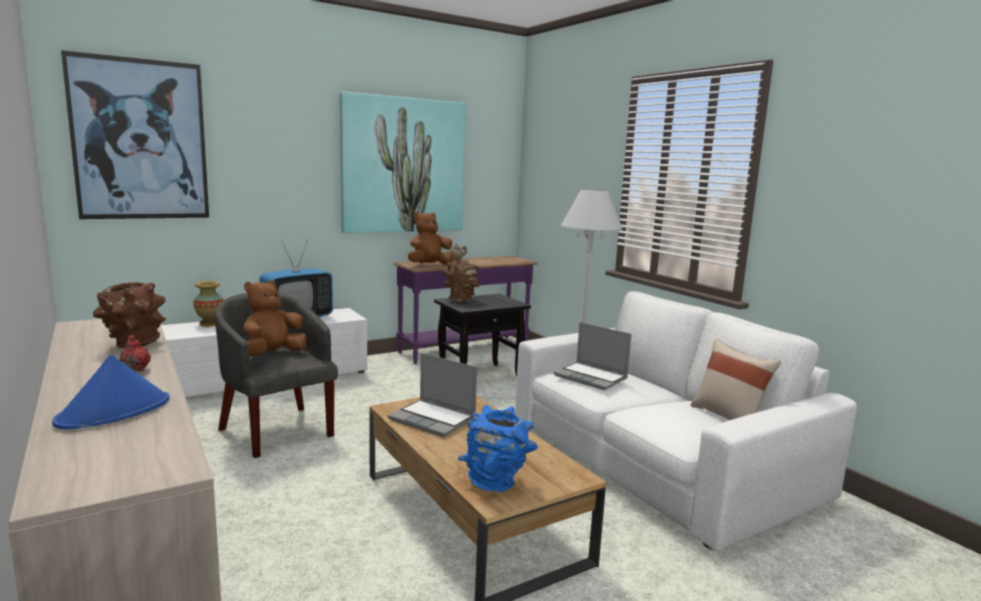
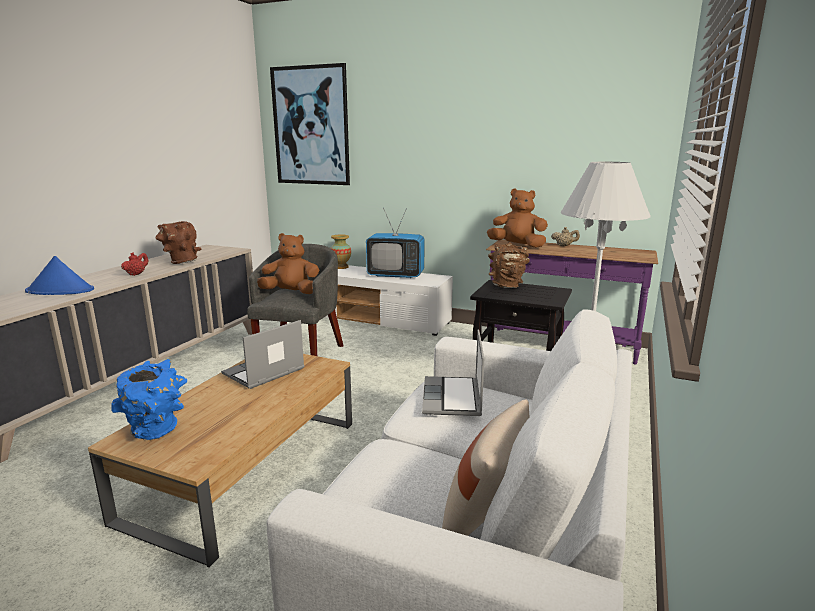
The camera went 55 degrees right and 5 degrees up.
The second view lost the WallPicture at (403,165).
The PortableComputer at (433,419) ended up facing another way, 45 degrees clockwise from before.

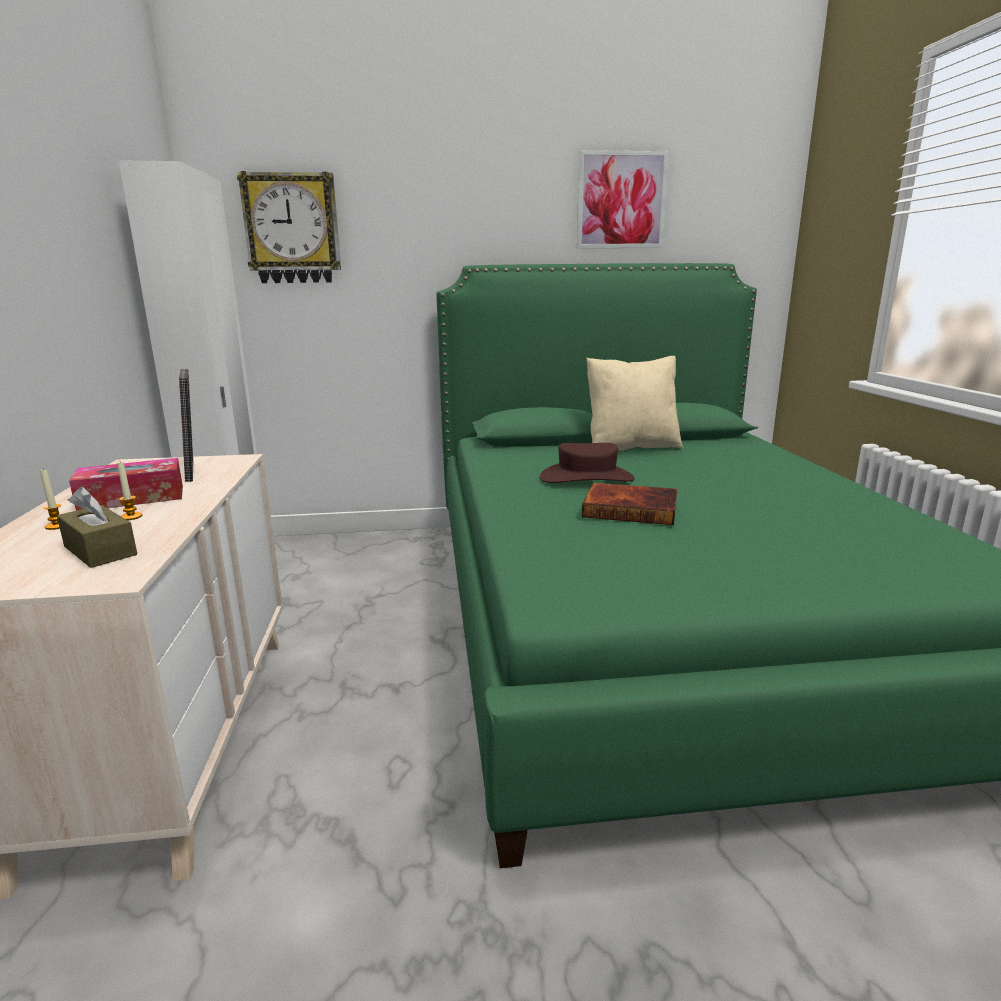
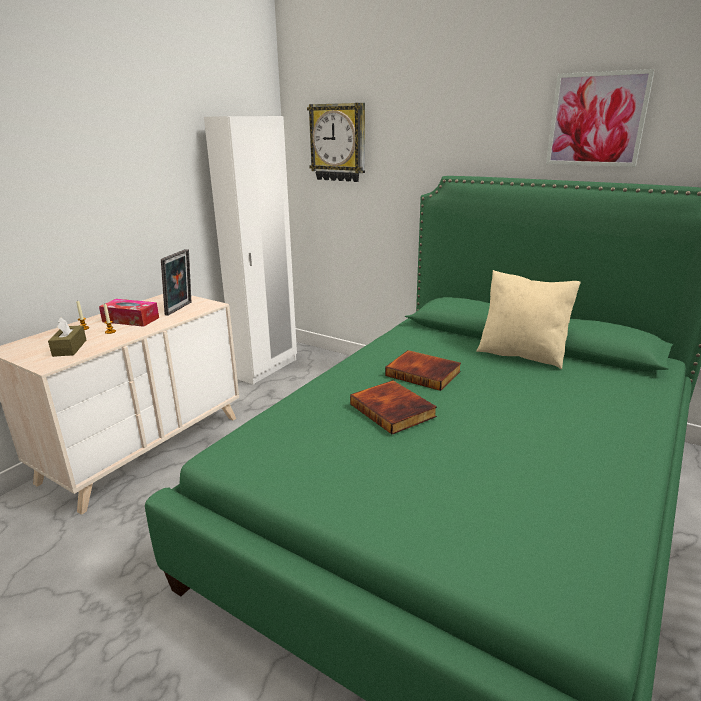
The camera went 40 degrees right and 5 degrees up.
Where the BrownishHat stood at (587,478), the BoundBook came to stand at (424,373).

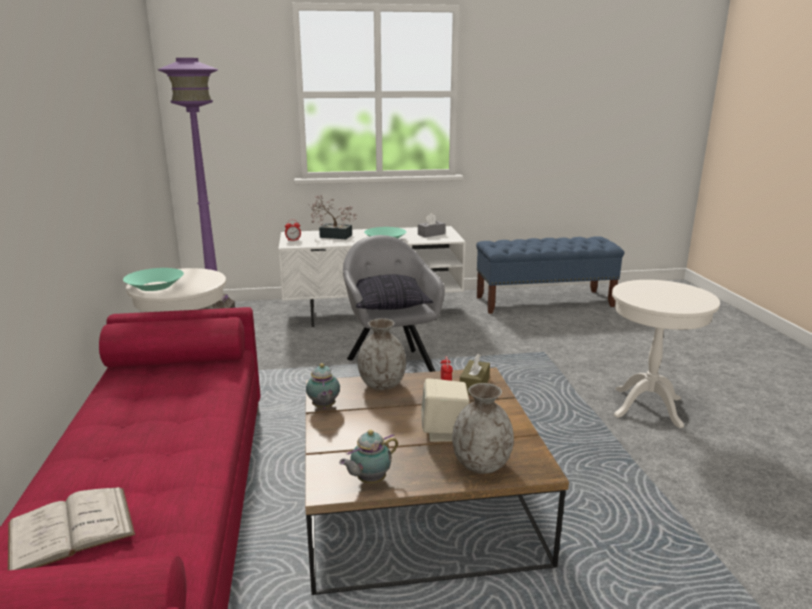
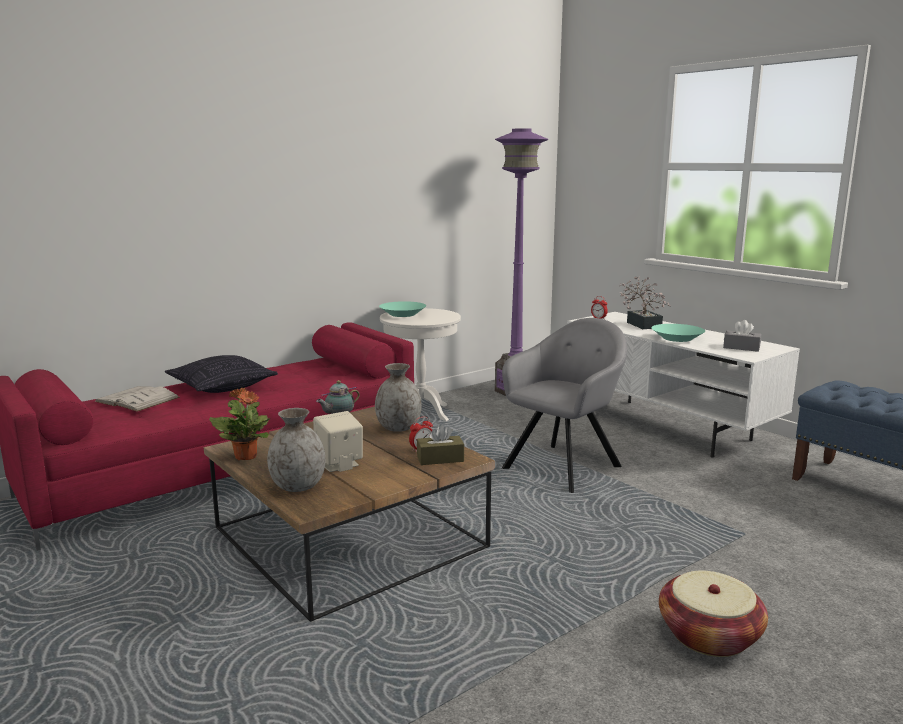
The camera went 60 degrees right and 5 degrees down.
The ThrowPillow ended up elsewhere, having gone from (388,304) to (222,387).
Where the Teapot stood at (369,481), the Houseplant came to stand at (245,456).
Where the WhiteSideTable stood at (647,407), the Basket came to stand at (709,636).

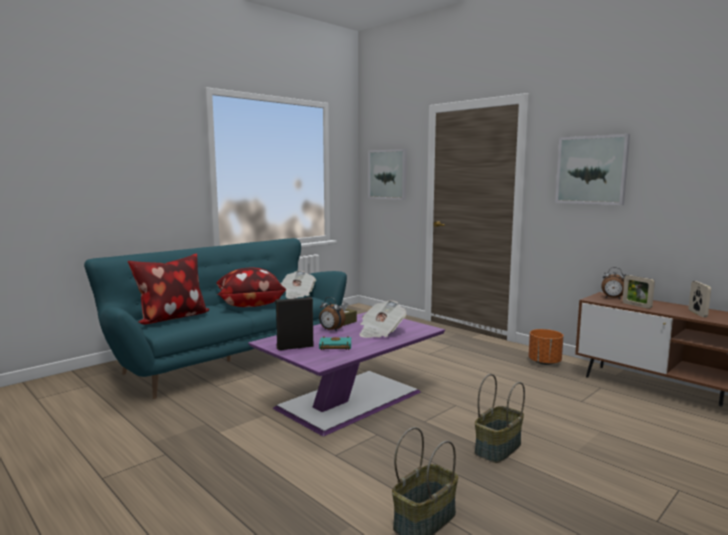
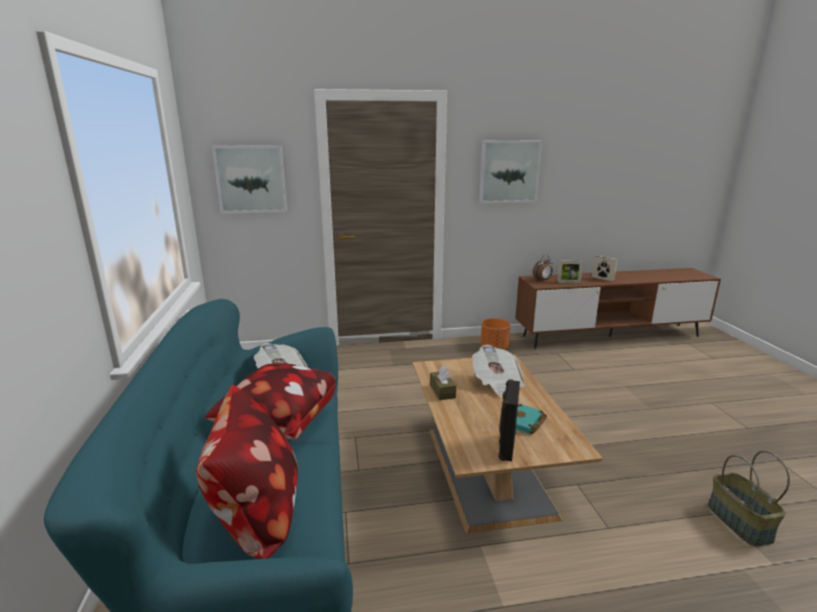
The camera went 55 degrees left and 10 degrees up.
The second view lost the AlarmClock at (331,330).
The second view lost the Basket at (498,449).
What was the PurpleLoungeTable at (351,398) turned into the BrownishLoungeTable at (486,467).

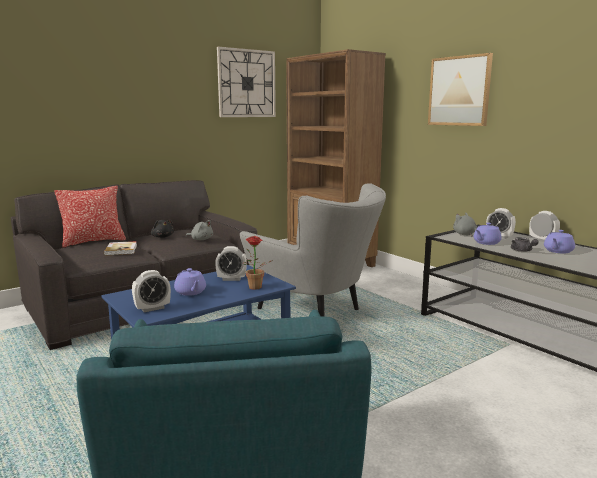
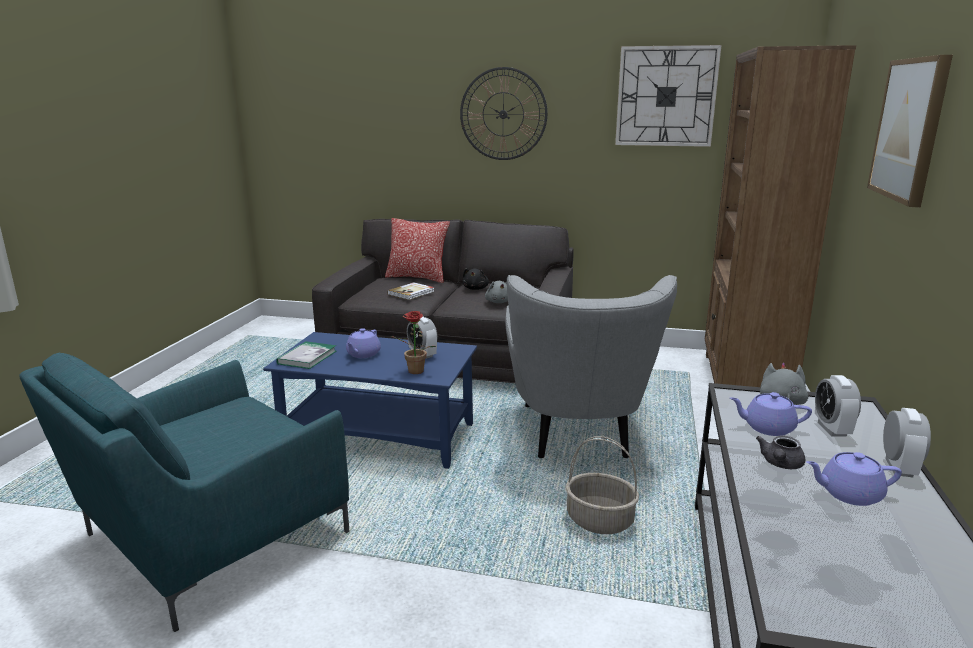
The camera went 50 degrees right and 5 degrees up.
The second view gained the ClockOnTheWall at (503,114).
The second view gained the Basket at (600,520).
Where the AlarmClock stood at (152,308), the BoundBook came to stand at (307,357).

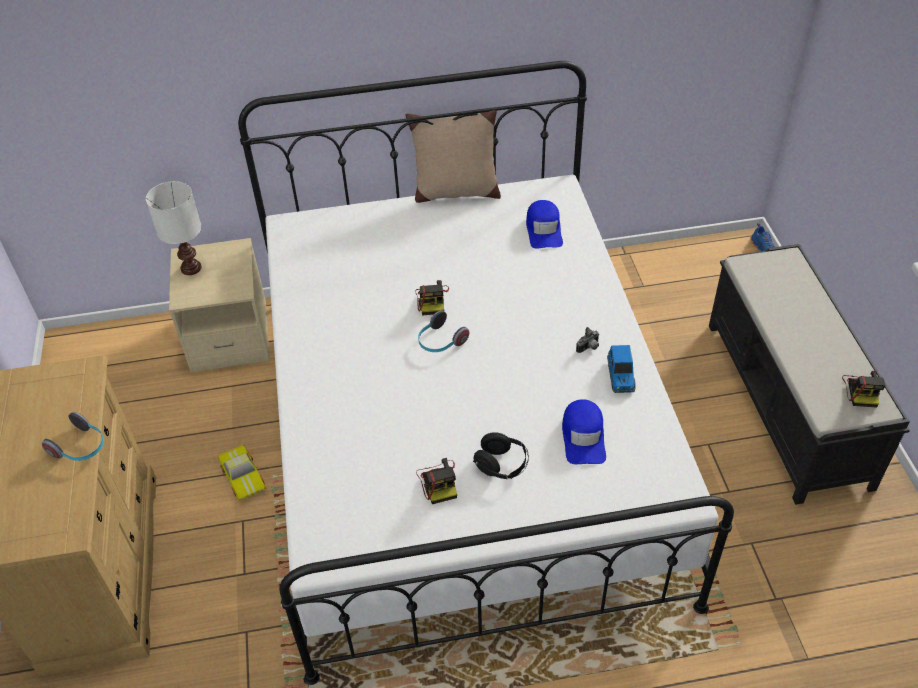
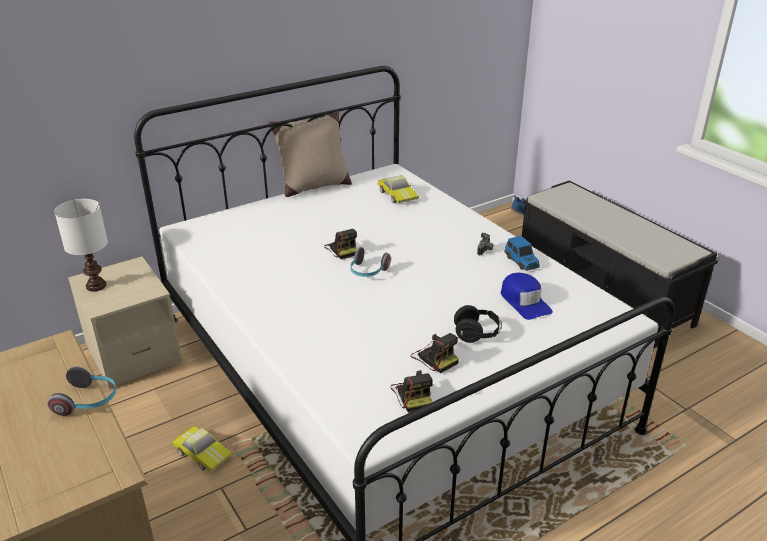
The camera went 25 degrees left and 15 degrees down.
The PhotoCamera ended up elsewhere, having gone from (862,390) to (413,395).
Where the BlueColouredCap stood at (544,229), the ToyCar came to stand at (398,195).

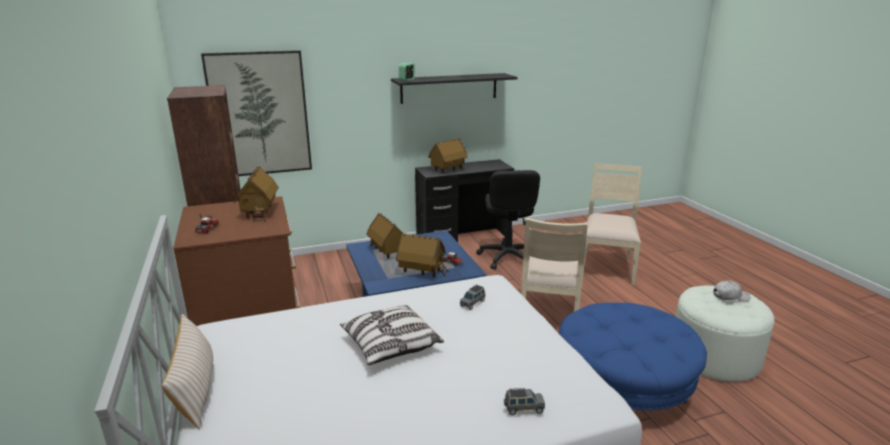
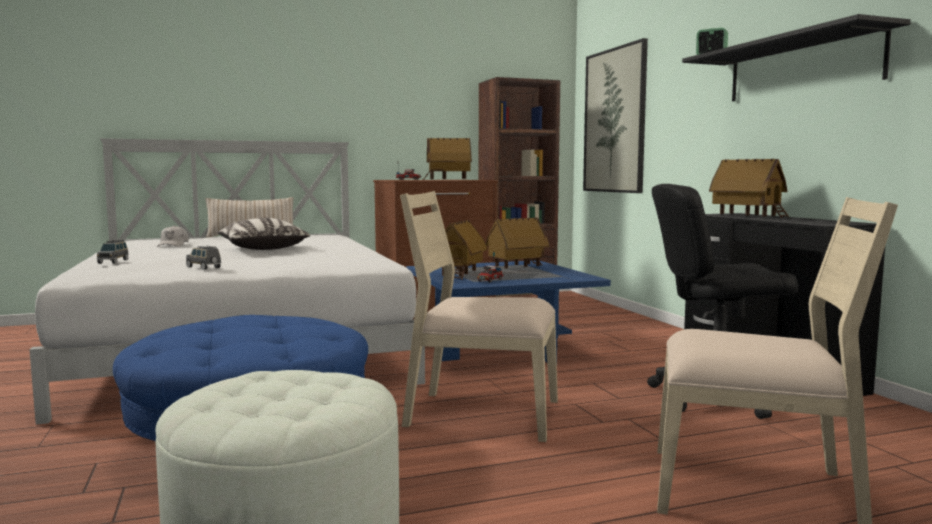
The camera went 90 degrees right and 15 degrees down.
The GreyToyCar ended up elsewhere, having gone from (472,303) to (204,267).
The WhiteCap ended up elsewhere, having gone from (730,296) to (173,245).

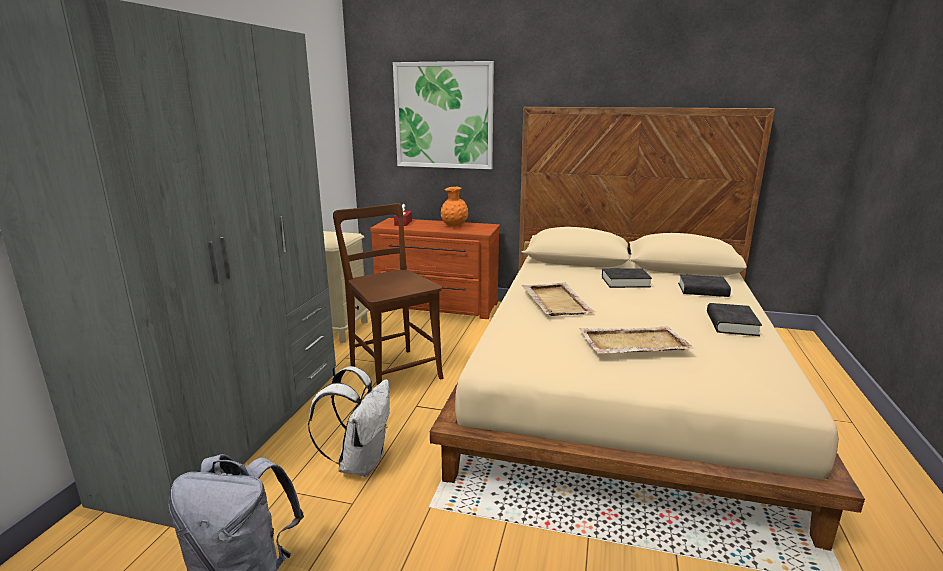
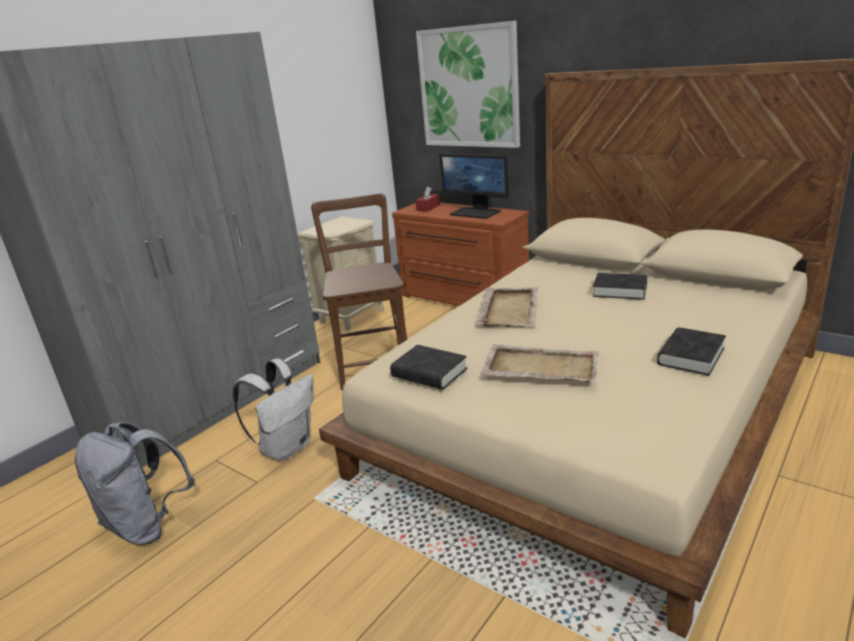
The camera went 25 degrees right and 5 degrees up.
The BlackColouredBoundBook ended up elsewhere, having gone from (703,290) to (429,373).
Where the OrangeColouredVase stood at (454,226), the Monitor came to stand at (476,213).

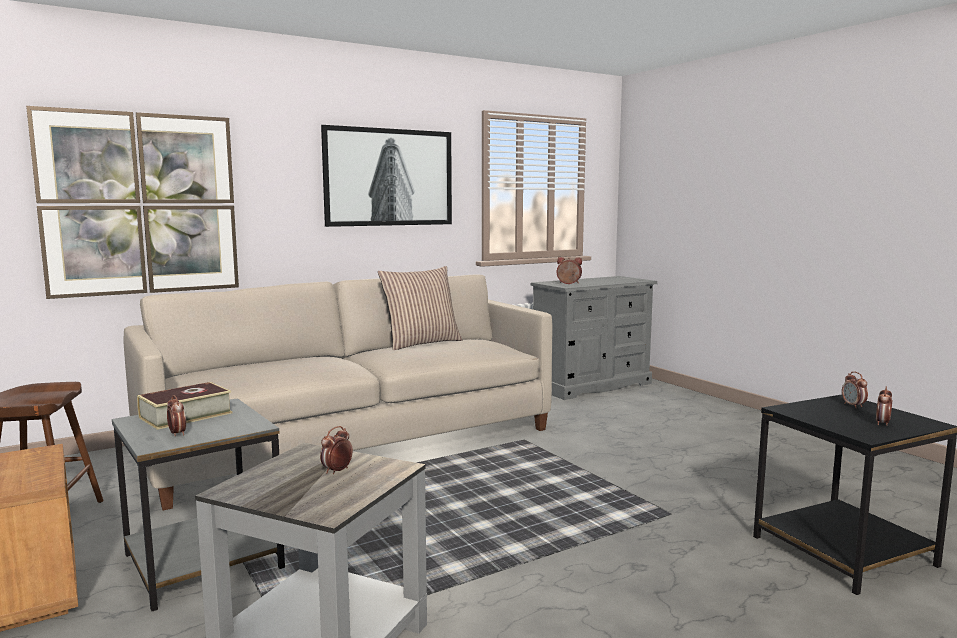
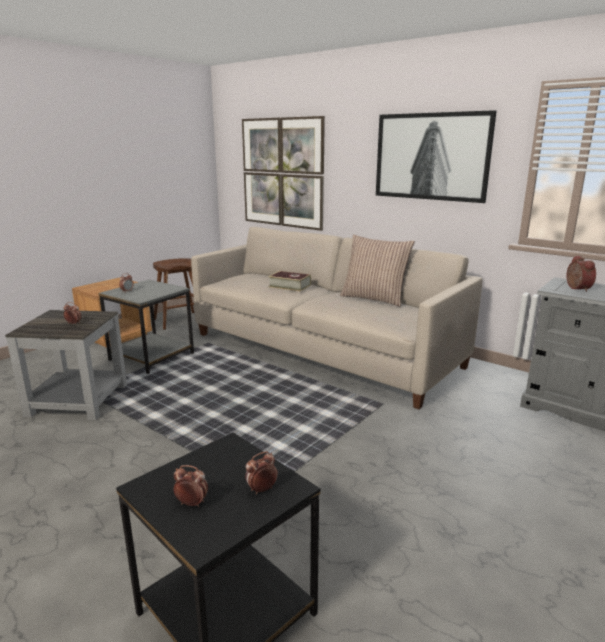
The camera went 70 degrees right and 10 degrees up.
The BoundBook ended up elsewhere, having gone from (186,415) to (289,286).

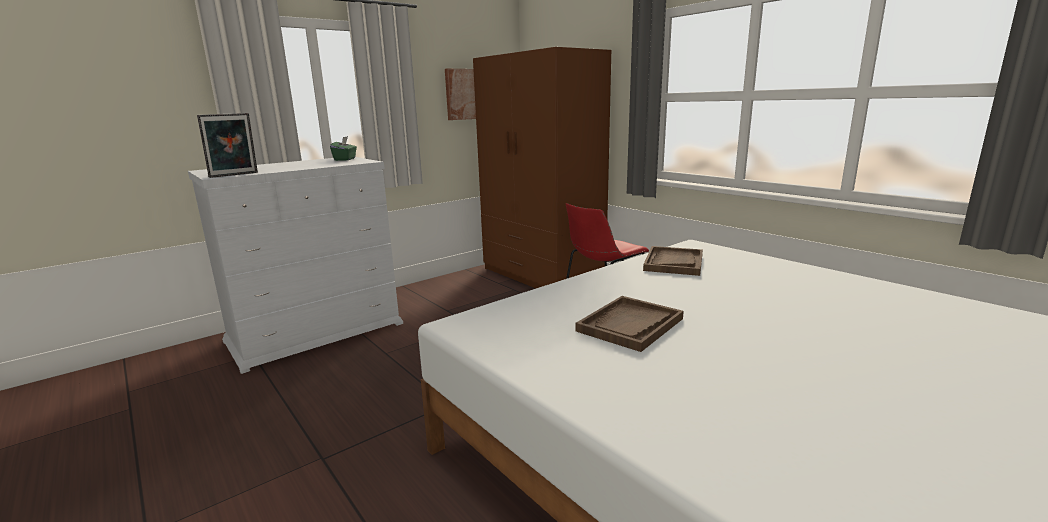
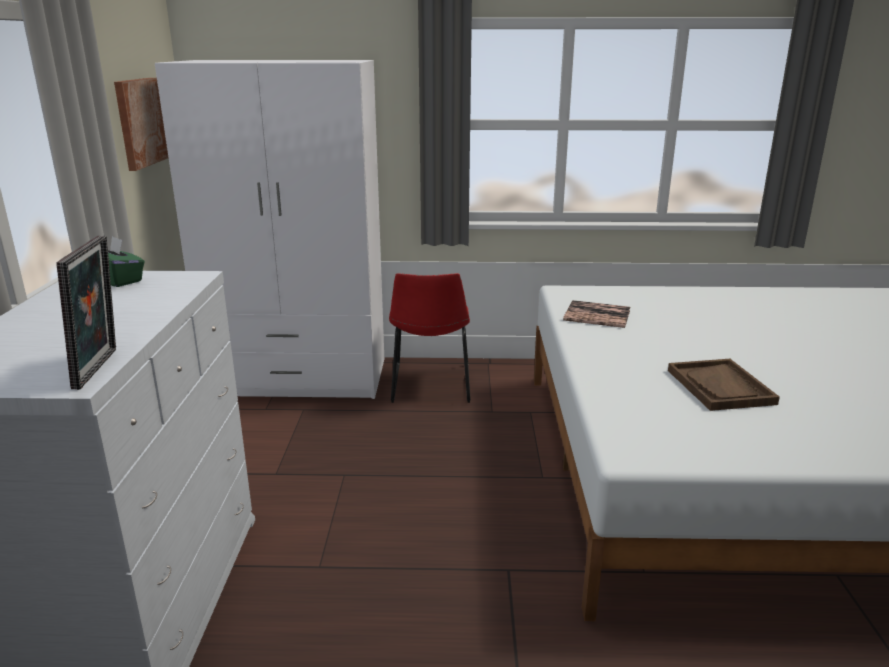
The camera went 50 degrees left and 5 degrees up.
Where the BrownishServingTray stood at (673,262), the BoundBook came to stand at (597,315).
What was the BrownishArmoire at (541,275) turned into the WhiteArmoire at (299,378).

